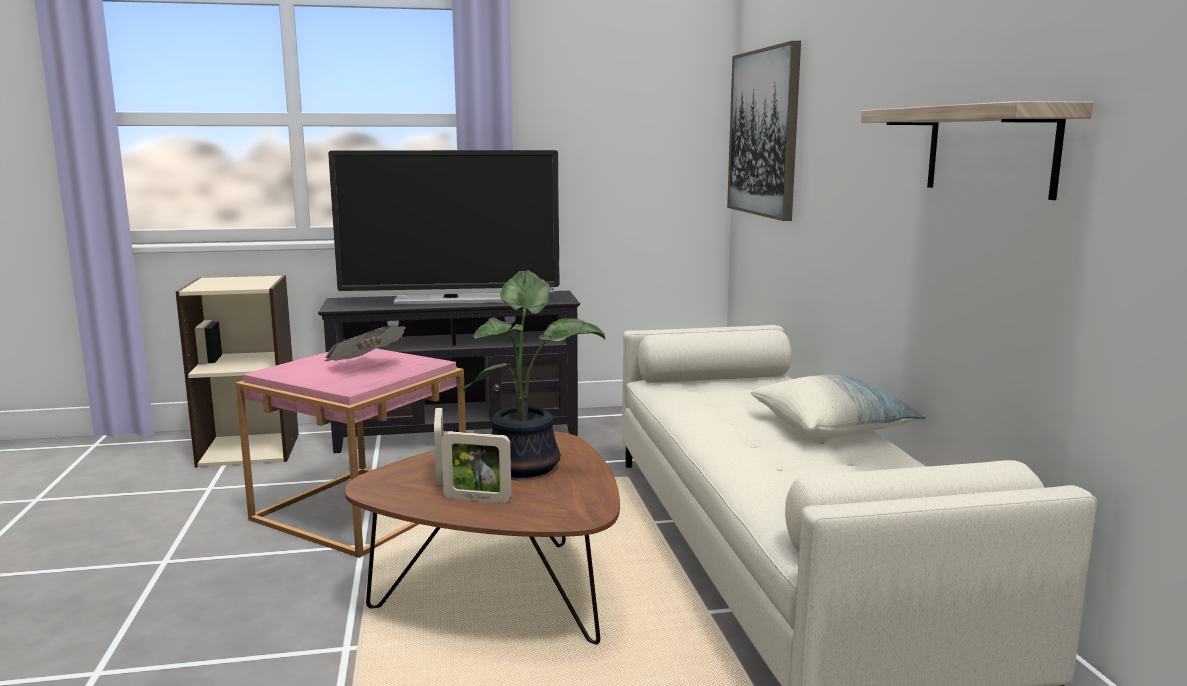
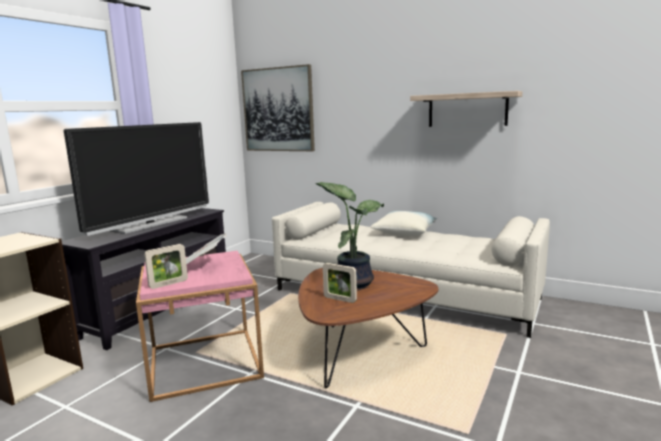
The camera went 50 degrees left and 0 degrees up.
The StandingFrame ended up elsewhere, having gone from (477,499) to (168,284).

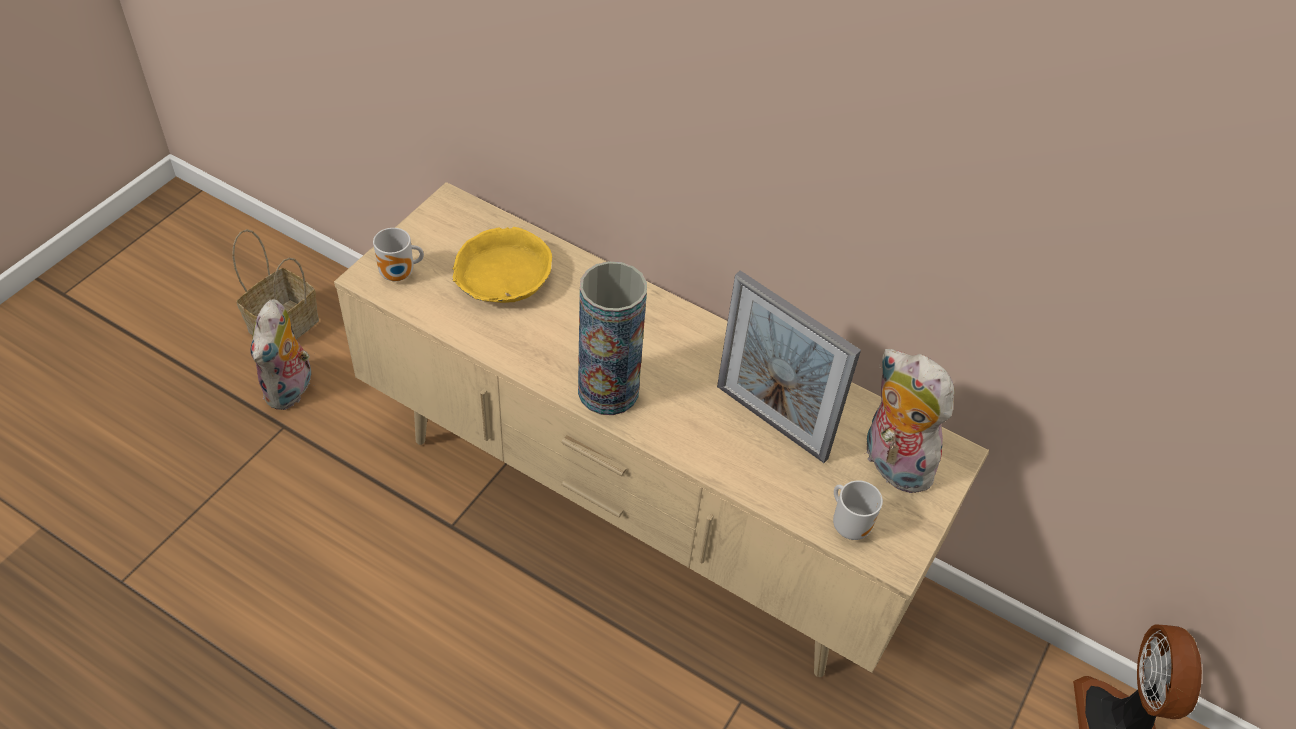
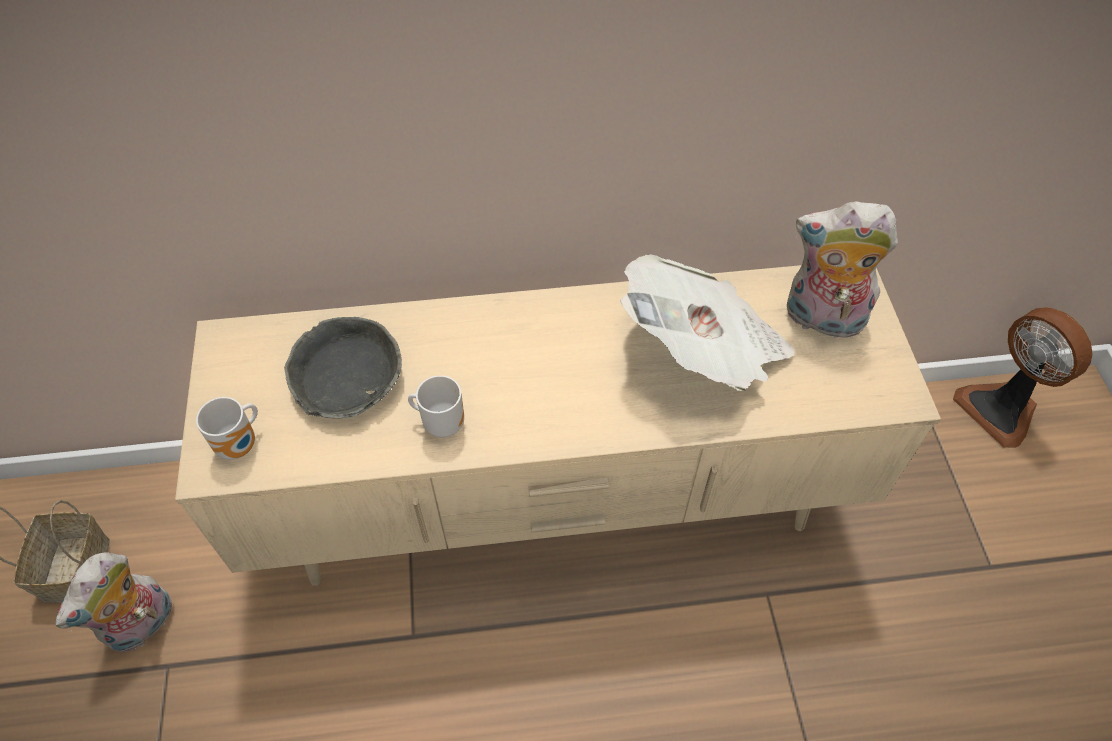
The camera went 35 degrees left and 5 degrees up.
The second view lost the Vase at (608,391).
The TeaMug ended up elsewhere, having gone from (850,524) to (442,422).
Where the StandingFrame stood at (771,422), the DailyPaper came to stand at (703,350).
What was the YellowishBowl at (502,277) turned into the GreyBowl at (346,379).
The SoftToy at (291,390) ended up facing another way, 60 degrees clockwise from before.

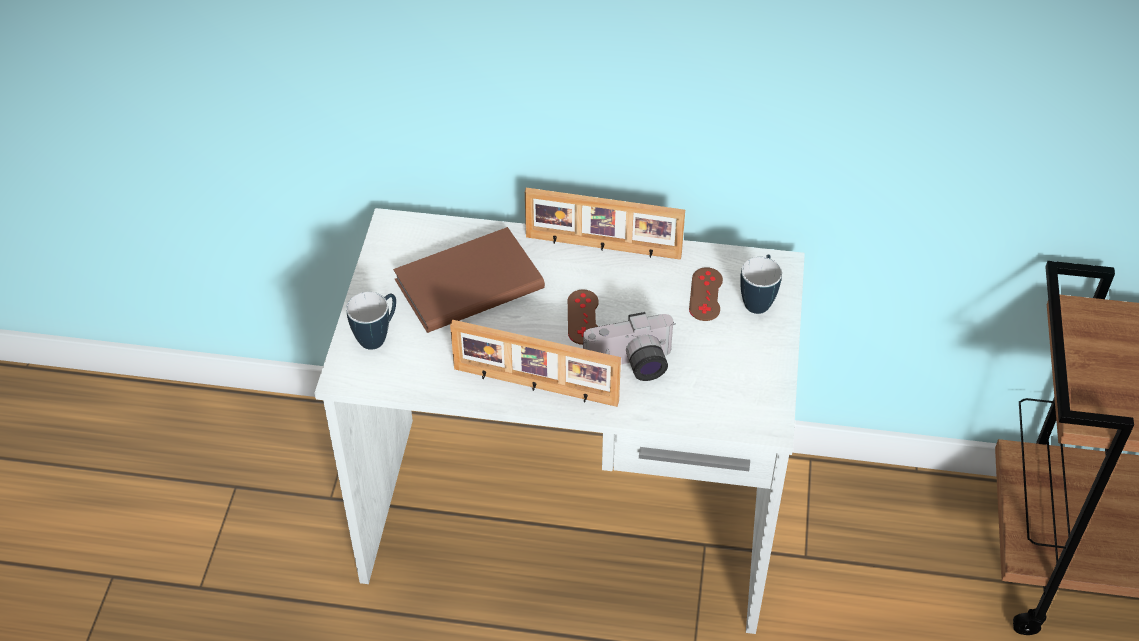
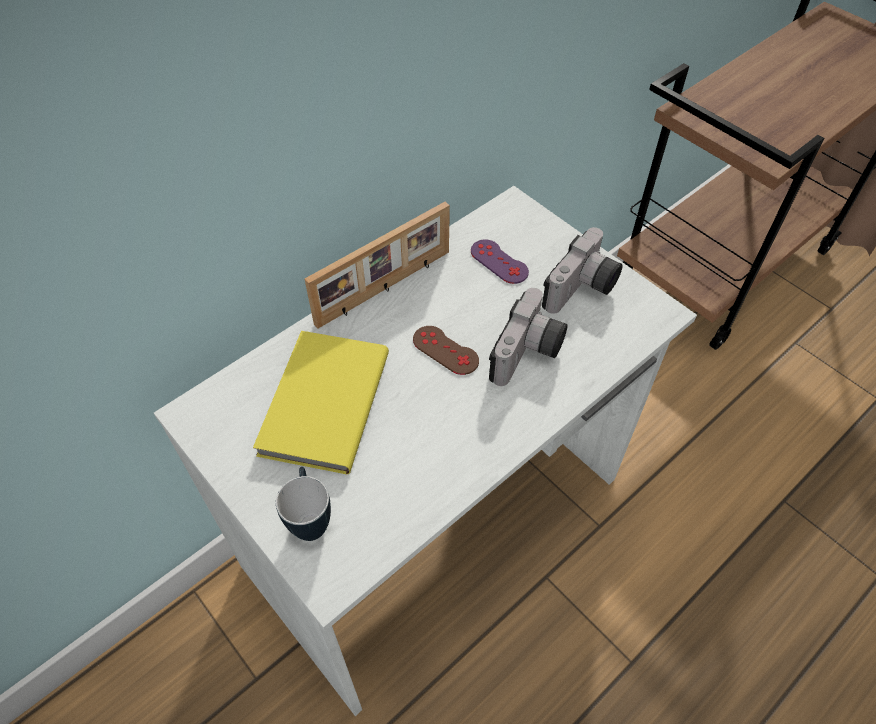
The camera went 50 degrees left and 5 degrees up.
The second view lost the StandingFrame at (535,387).
The second view lost the TeaMug at (758,300).
The second view gained the PhotoCamera at (582,290).
What was the BrownishBoundBook at (466,282) turned into the YellowishBoundBook at (321,404).
What was the BrownishJoypad at (705,294) turned into the PurpleJoypad at (499,262).

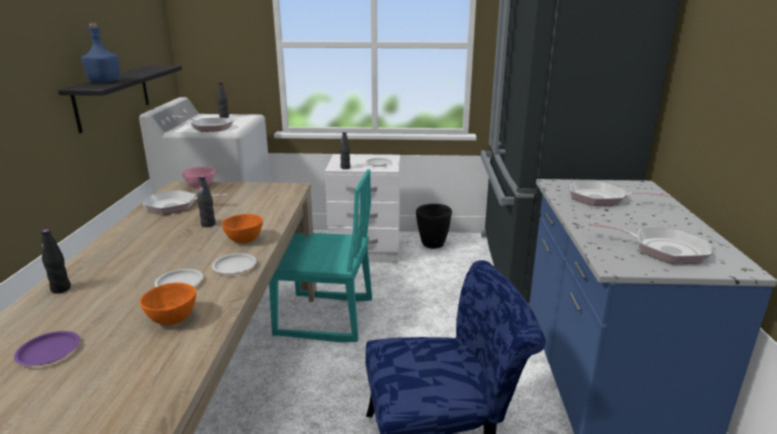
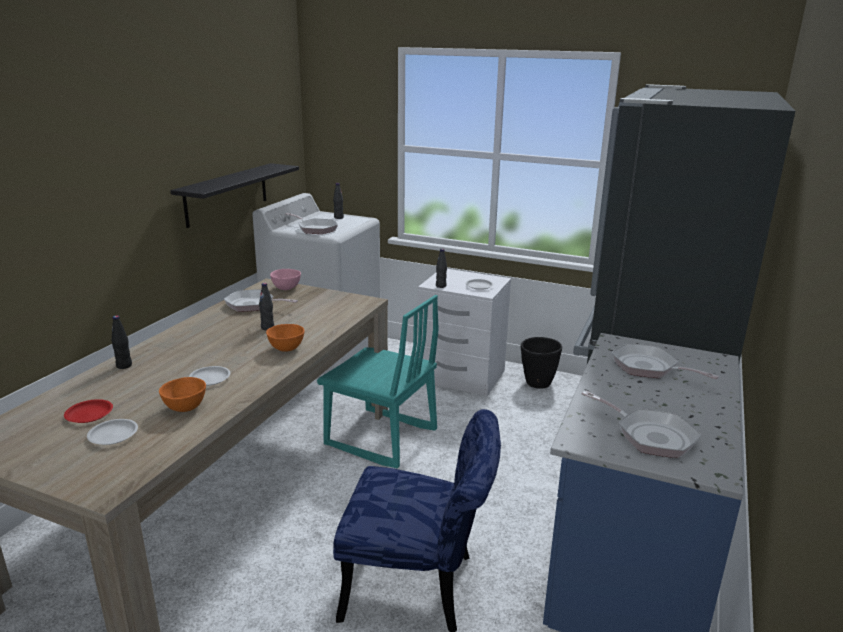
The camera went 20 degrees right and 0 degrees up.
The second view lost the BlueColouredDrinkBottle at (105,81).
The WhitePlate ended up elsewhere, having gone from (234,266) to (113,435).
What was the PurplePlate at (49,352) turned into the RedColouredPlate at (89,414).

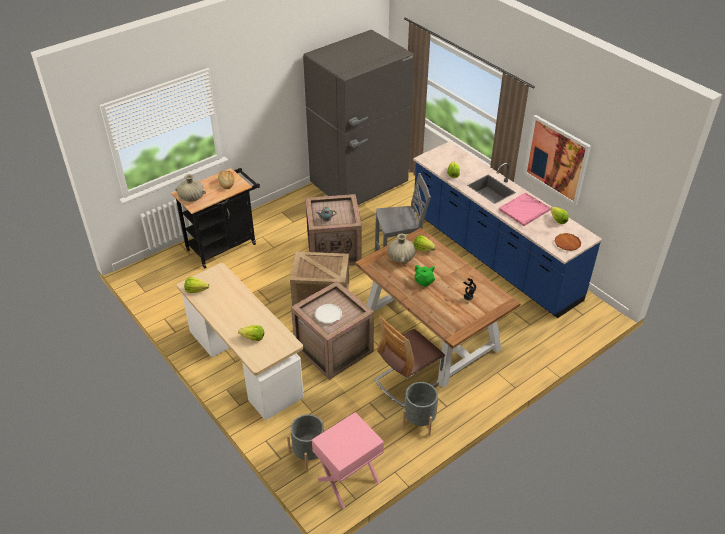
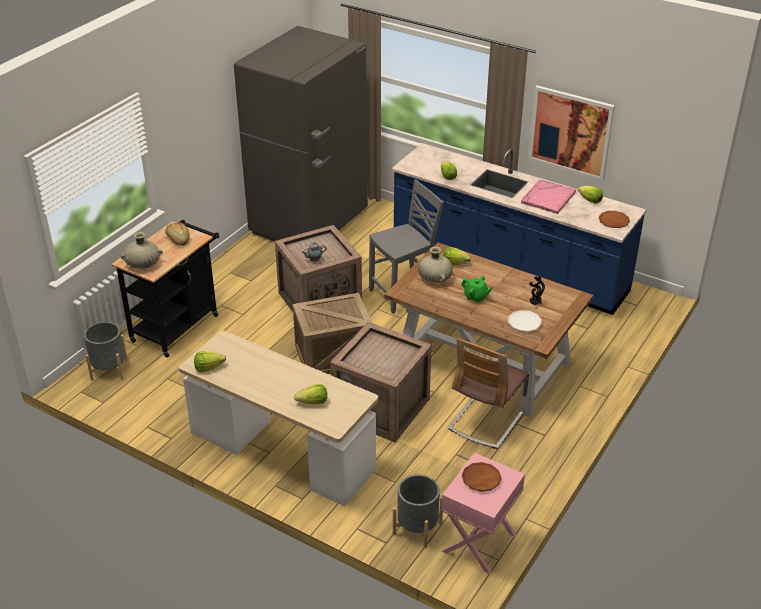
The camera went 20 degrees left and 5 degrees down.
The second view gained the BrownishPlate at (481,479).
The WhitePlate ended up elsewhere, having gone from (328,315) to (524,323).
The GreyPlanter ended up elsewhere, having gone from (419,421) to (109,369).

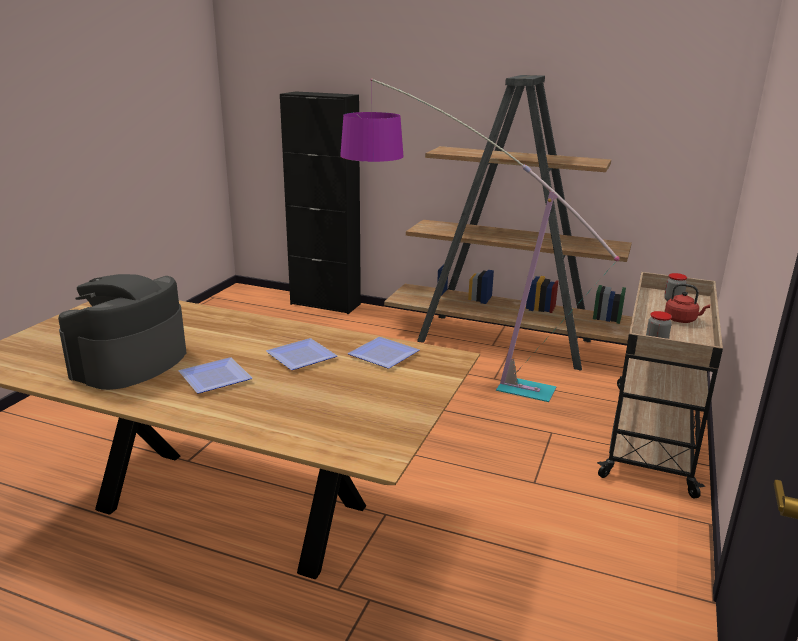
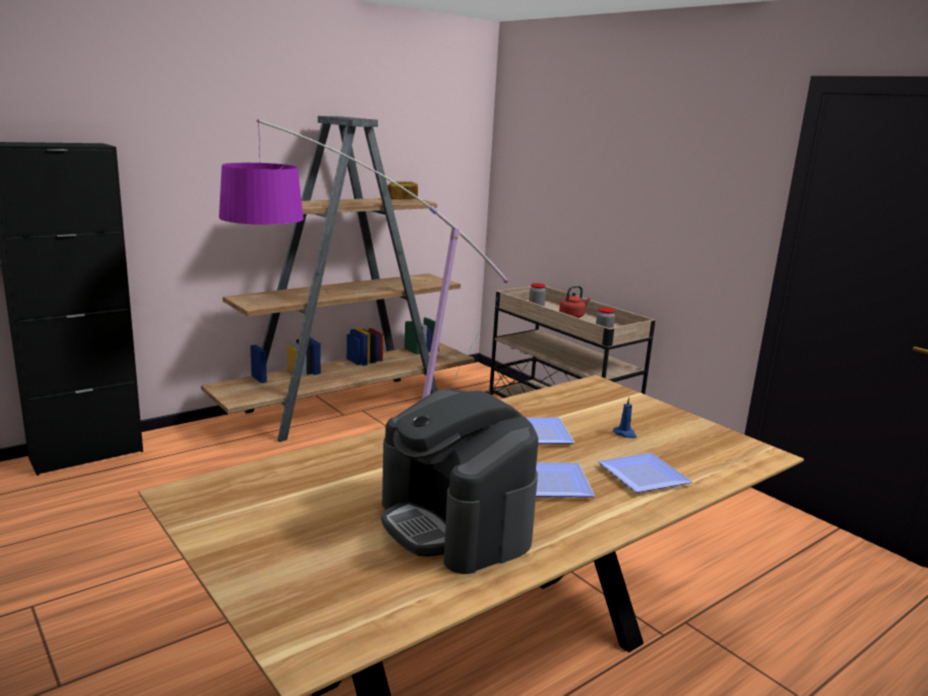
The camera went 60 degrees left and 5 degrees down.
The second view gained the BakeryBread at (402,199).
The second view gained the BlueColouredWaxLight at (625,434).
The Plate ended up elsewhere, having gone from (383,354) to (640,475).

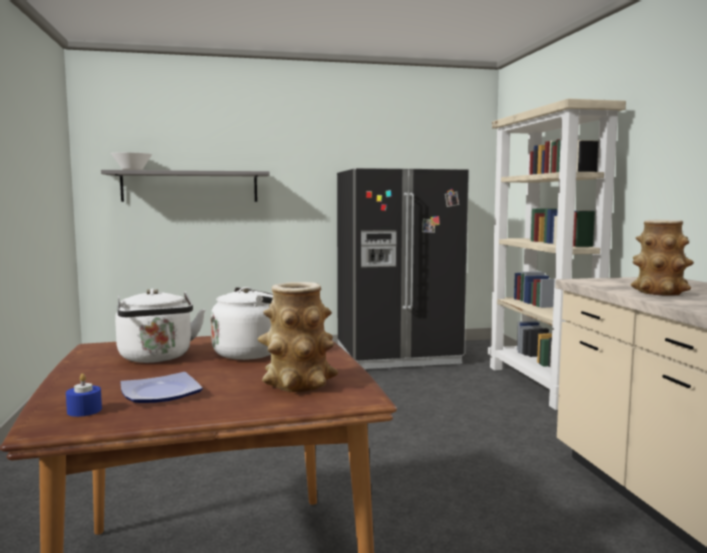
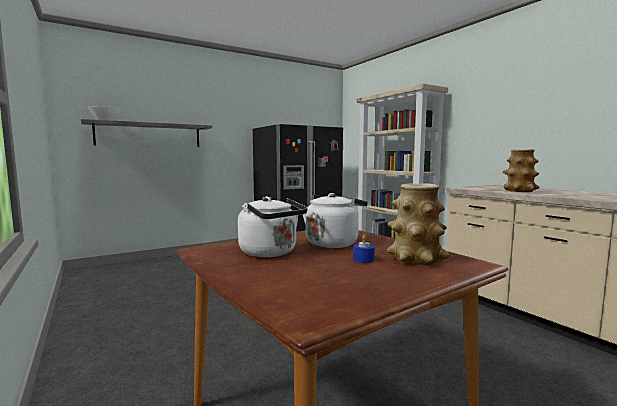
The camera went 20 degrees left and 0 degrees up.
The second view lost the Plate at (159,393).
The BlueColouredWaxLight ended up elsewhere, having gone from (84,410) to (363,259).

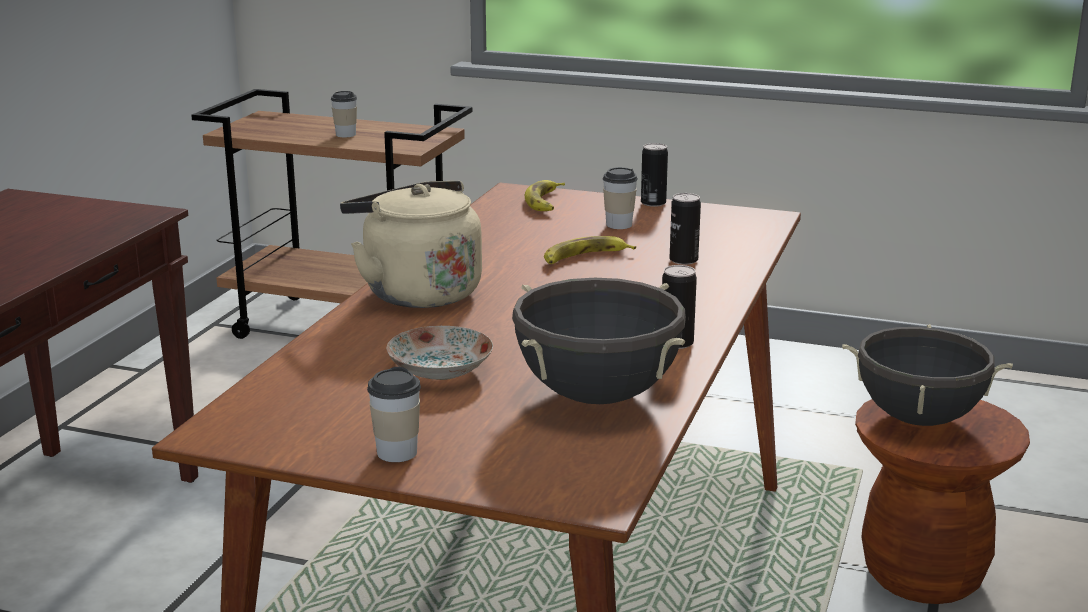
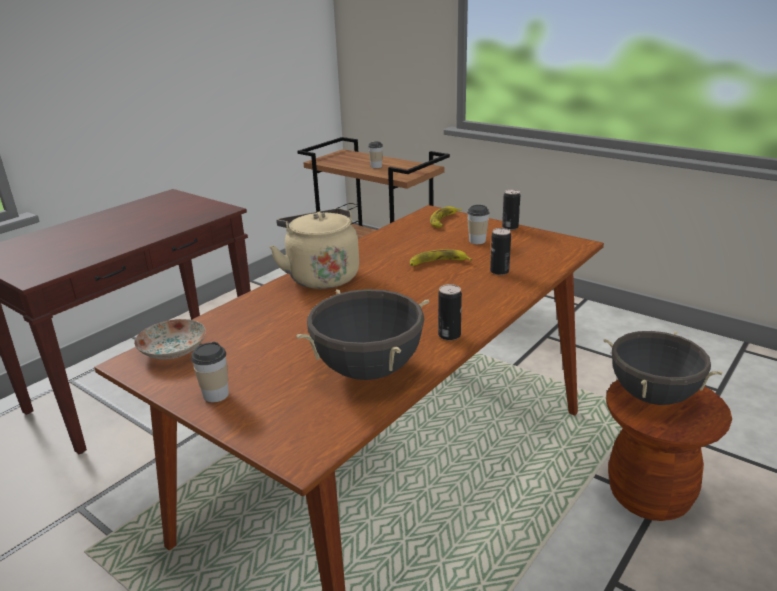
The camera went 20 degrees right and 5 degrees up.
The Plate ended up elsewhere, having gone from (439,370) to (172,350).

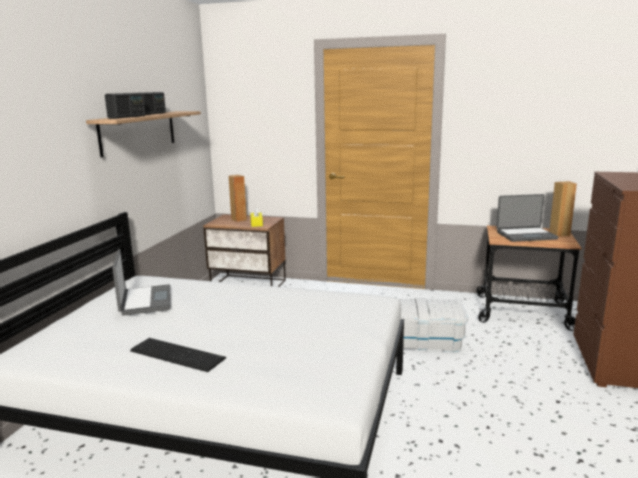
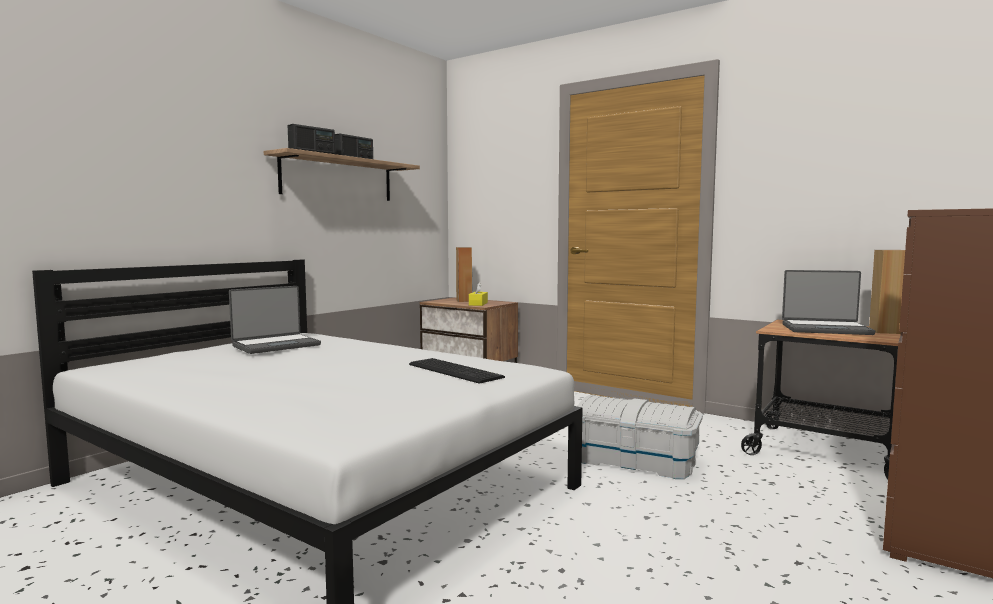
The camera went 20 degrees right and 10 degrees down.
The PcKeyboard ended up elsewhere, having gone from (177,353) to (455,370).
The PortableComputer at (144,301) ended up facing another way, 45 degrees clockwise from before.

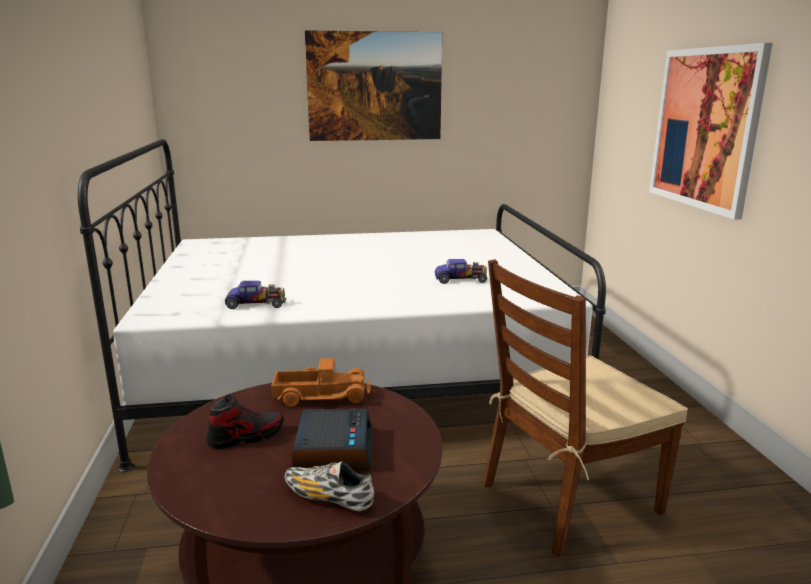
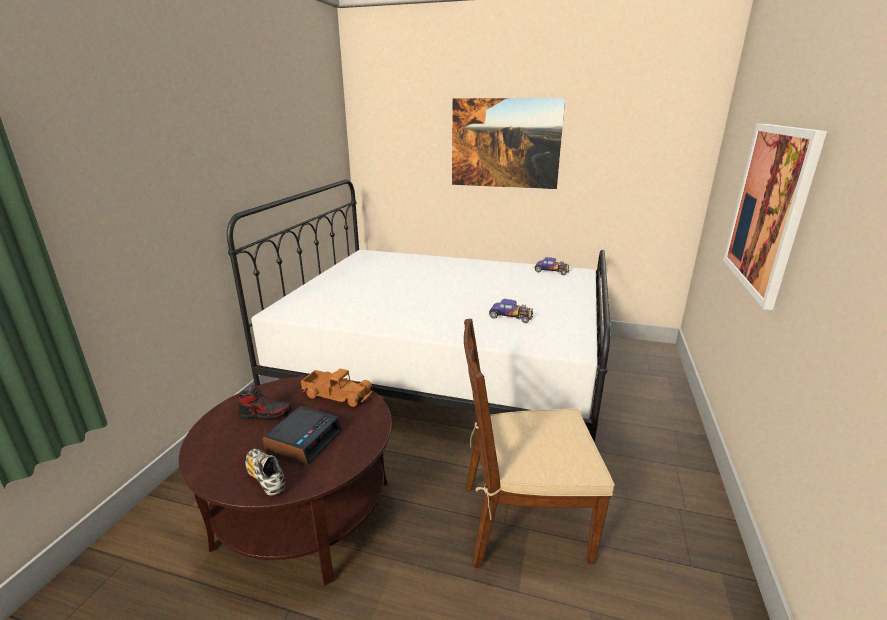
The camera went 25 degrees right and 5 degrees up.
The ToyCar ended up elsewhere, having gone from (256,303) to (551,271).

